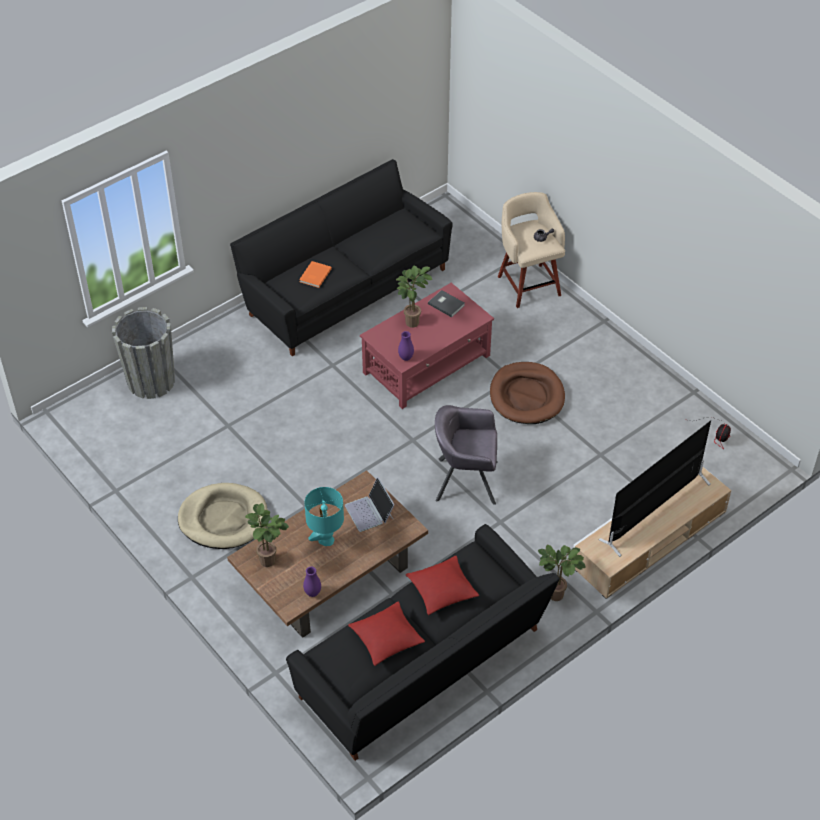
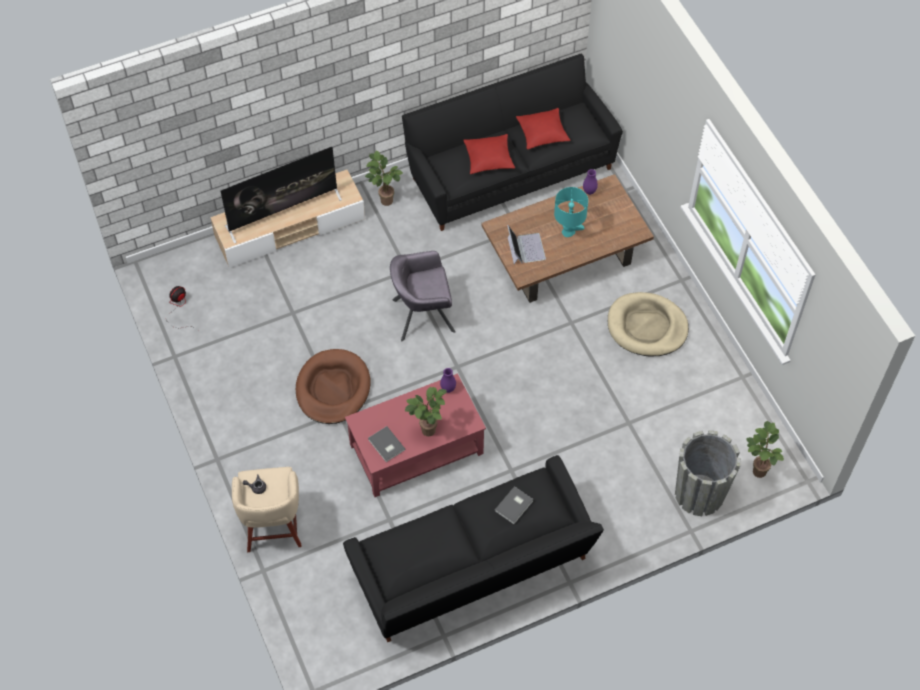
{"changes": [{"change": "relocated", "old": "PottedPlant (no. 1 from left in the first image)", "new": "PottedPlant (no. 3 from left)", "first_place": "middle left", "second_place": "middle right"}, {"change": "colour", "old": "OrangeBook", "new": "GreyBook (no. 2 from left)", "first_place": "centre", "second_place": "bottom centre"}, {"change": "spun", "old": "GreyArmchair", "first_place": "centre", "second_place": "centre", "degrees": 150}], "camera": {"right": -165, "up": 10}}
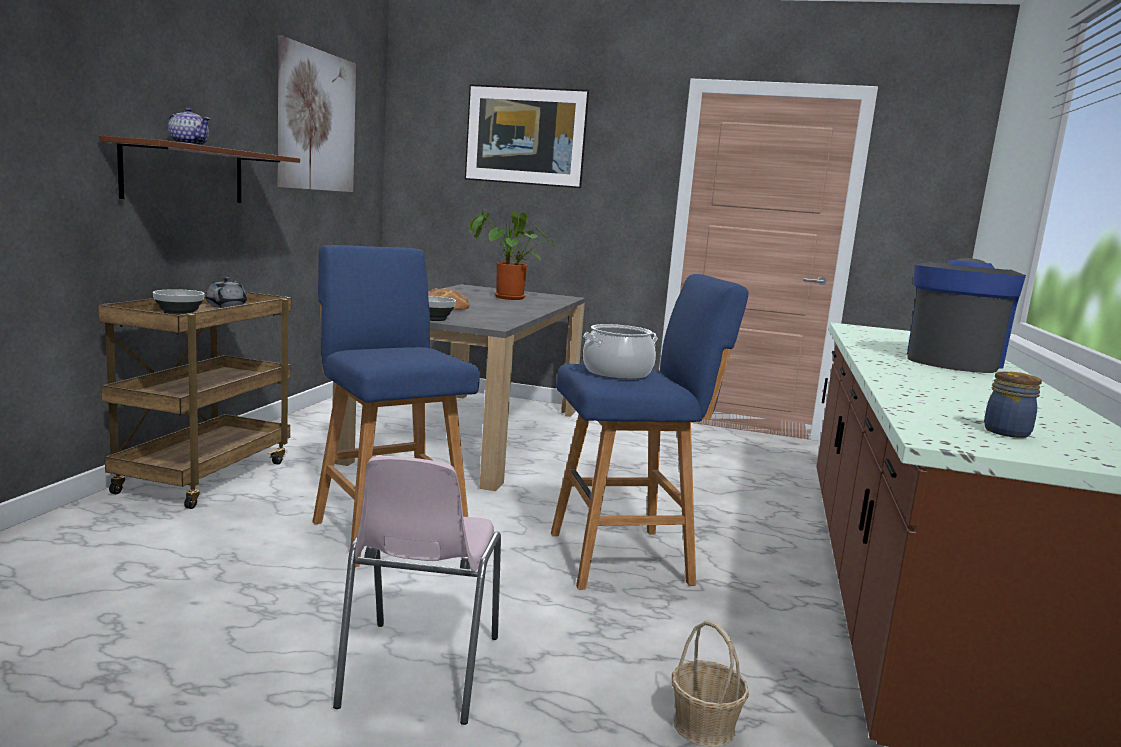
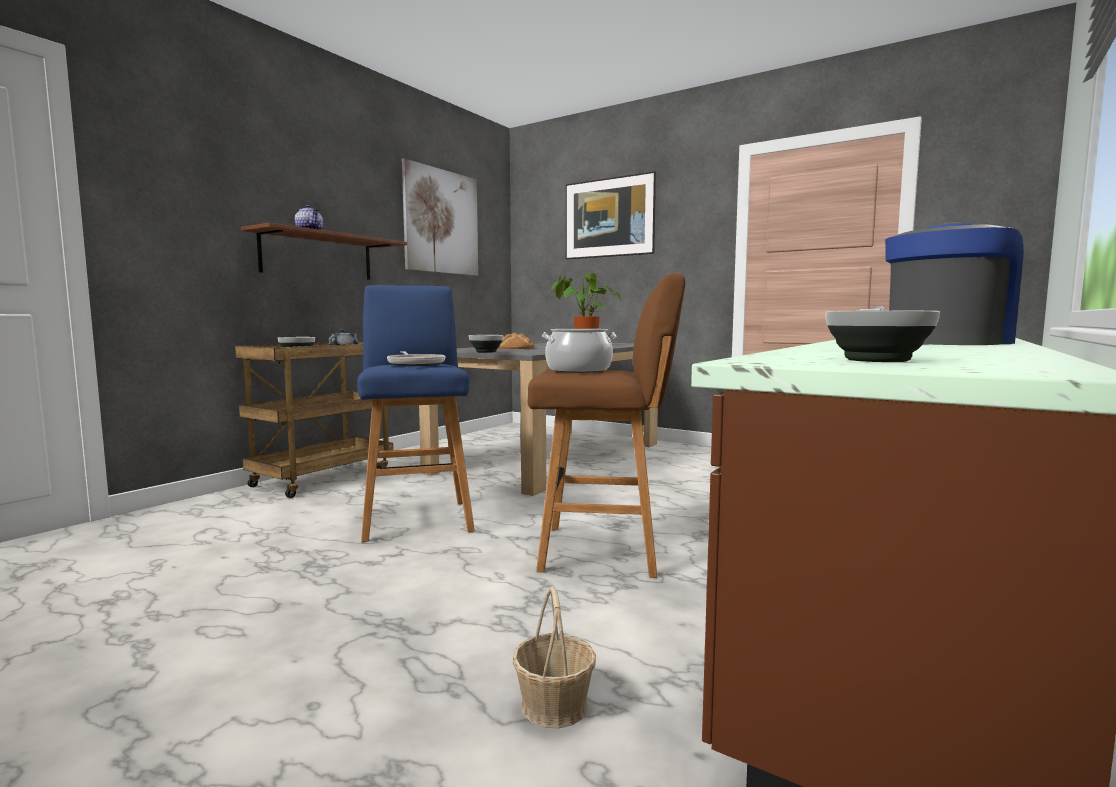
{"changes": [{"change": "missing", "old": "PinkChair", "first_place": "bottom centre"}, {"change": "appeared", "new": "FryingPan", "second_place": "centre"}, {"change": "exchanged", "old": "Jar", "new": "Bowl (no. 3 from left)", "first_place": "middle right", "second_place": "middle right"}, {"change": "colour", "old": "BlueStool (no. 2 from left)", "new": "BrownStool", "first_place": "centre", "second_place": "centre"}], "camera": {"right": 20, "up": -5}}
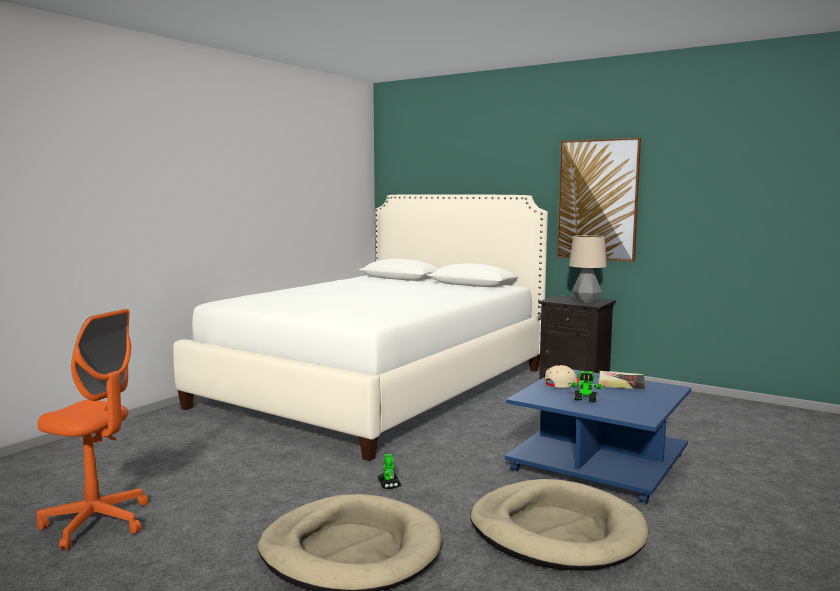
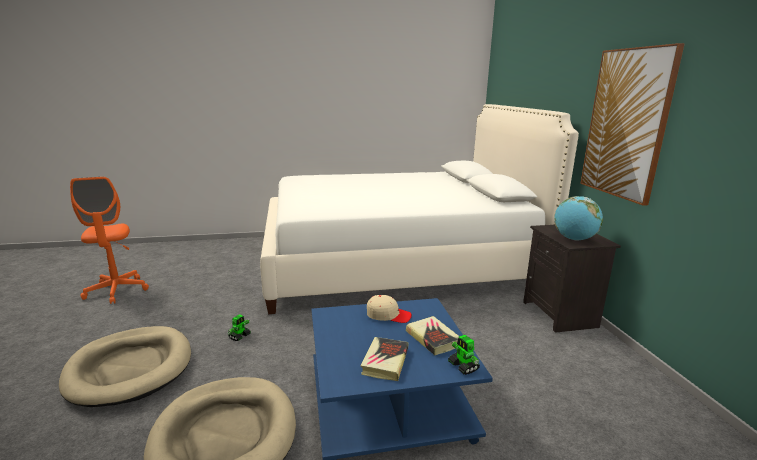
{"changes": [{"change": "appeared", "new": "Book (no. 1 from left)", "second_place": "bottom centre"}, {"change": "relocated", "old": "ToyRobot (no. 2 from left)", "first_place": "middle right", "second_place": "bottom centre"}, {"change": "exchanged", "old": "TableLamp", "new": "Globe", "first_place": "middle right", "second_place": "middle right"}], "camera": {"right": 45, "up": 10}}
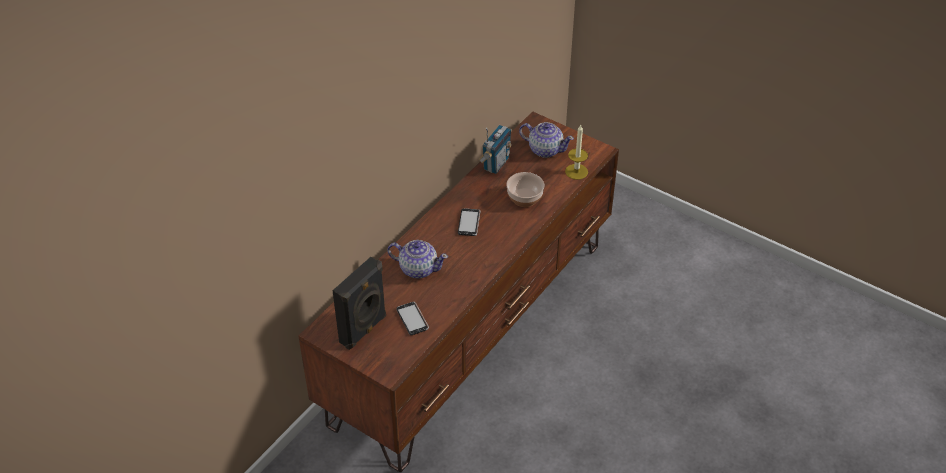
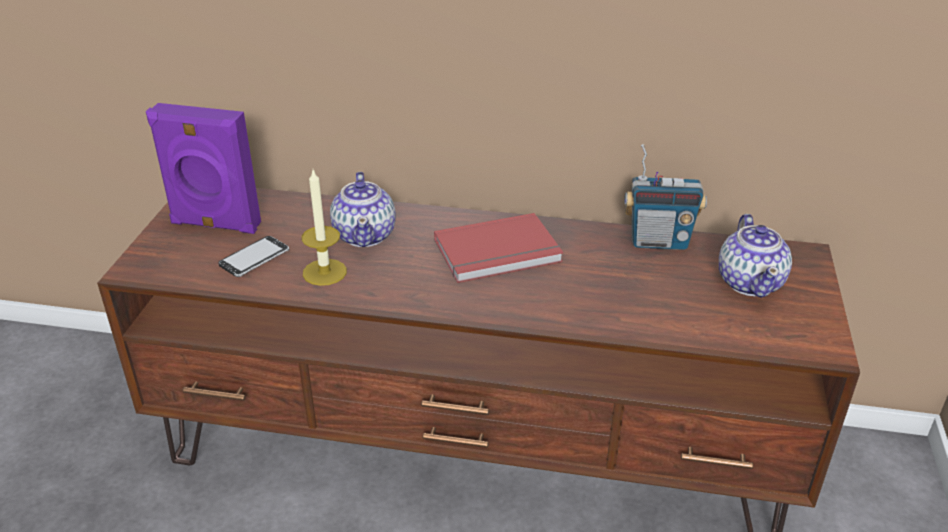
{"changes": [{"change": "missing", "old": "Bowl", "first_place": "centre"}, {"change": "relocated", "old": "Candle", "first_place": "top centre", "second_place": "centre"}, {"change": "exchanged", "old": "Phone (no. 2 from left)", "new": "RedBook", "first_place": "centre", "second_place": "centre"}, {"change": "colour", "old": "BlackSpeaker", "new": "PurpleSpeaker", "first_place": "centre", "second_place": "top left"}], "camera": {"right": 65, "up": -10}}
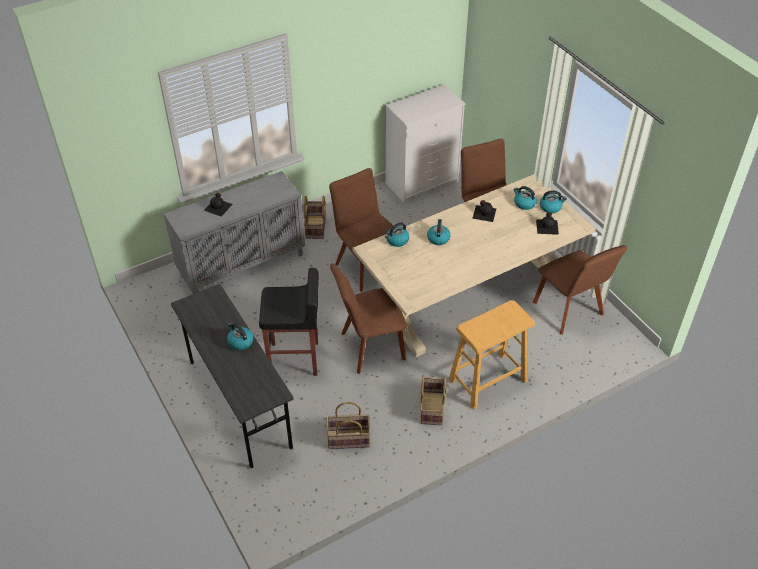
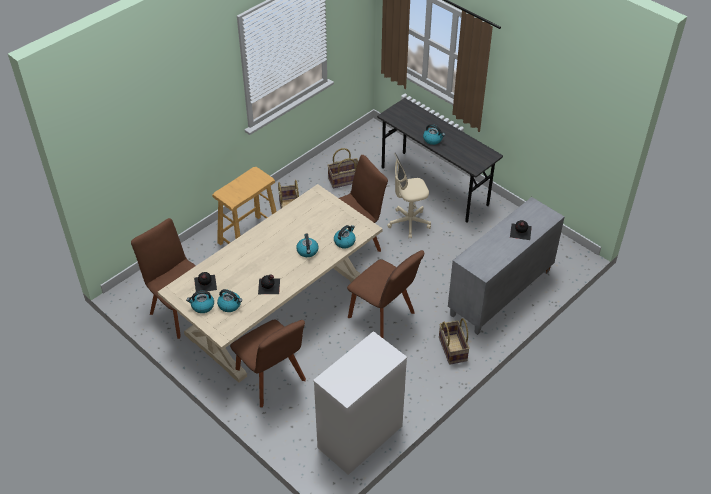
{"changes": [{"change": "exchanged", "old": "BlackStool", "new": "BeigeOfficeChair", "first_place": "centre", "second_place": "centre"}], "camera": {"right": 165, "up": 0}}
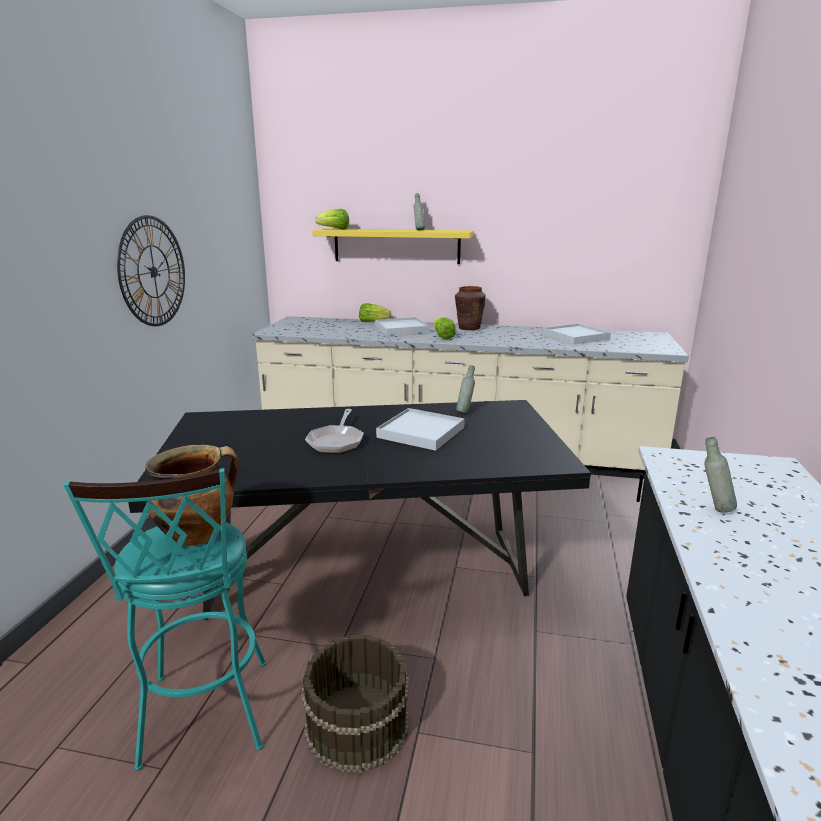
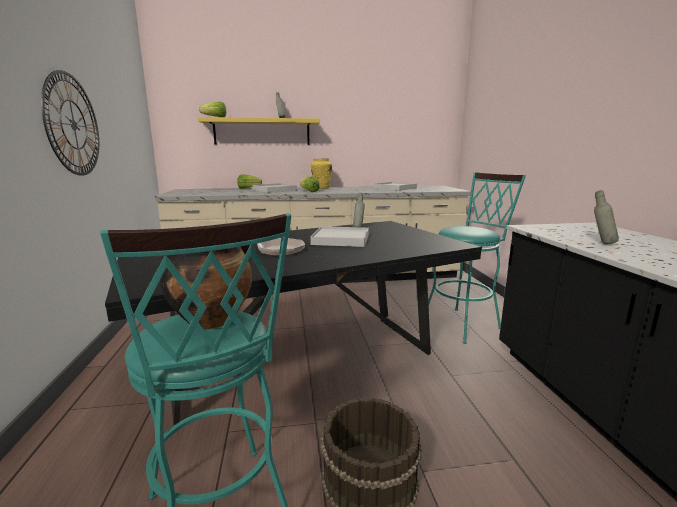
{"changes": [{"change": "appeared", "new": "TurquoiseStool (no. 2 from left)", "second_place": "middle right"}, {"change": "colour", "old": "BrownVase", "new": "YellowVase", "first_place": "centre", "second_place": "centre"}], "camera": {"right": -20, "up": -5}}
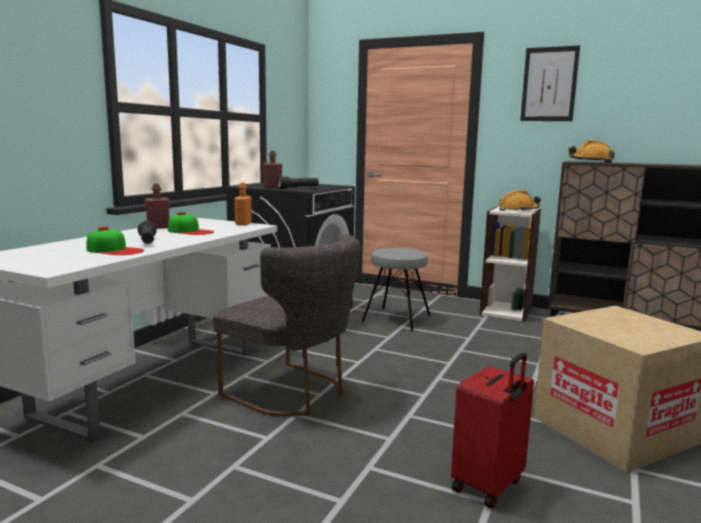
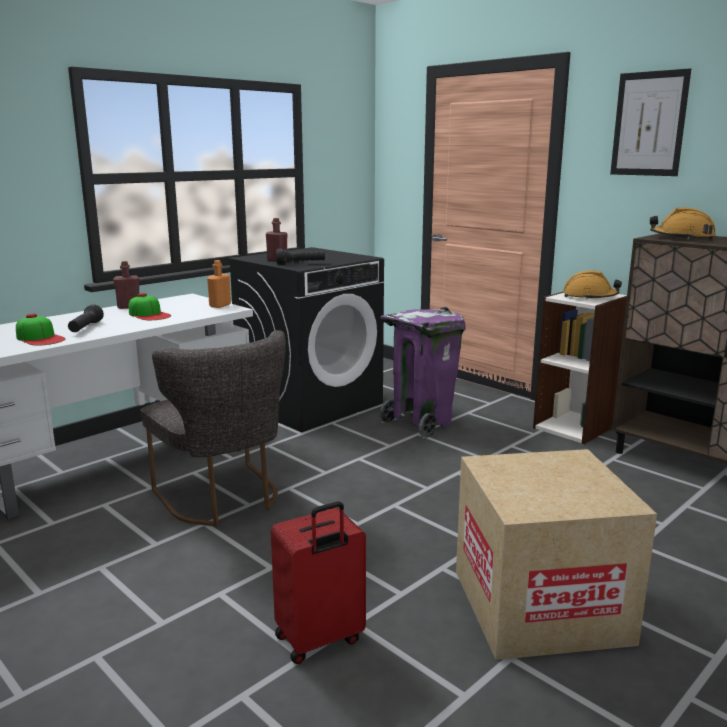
{"changes": [{"change": "exchanged", "old": "GreyStool", "new": "PurpleTrashCan", "first_place": "centre", "second_place": "centre"}], "camera": {"right": 20, "up": 5}}
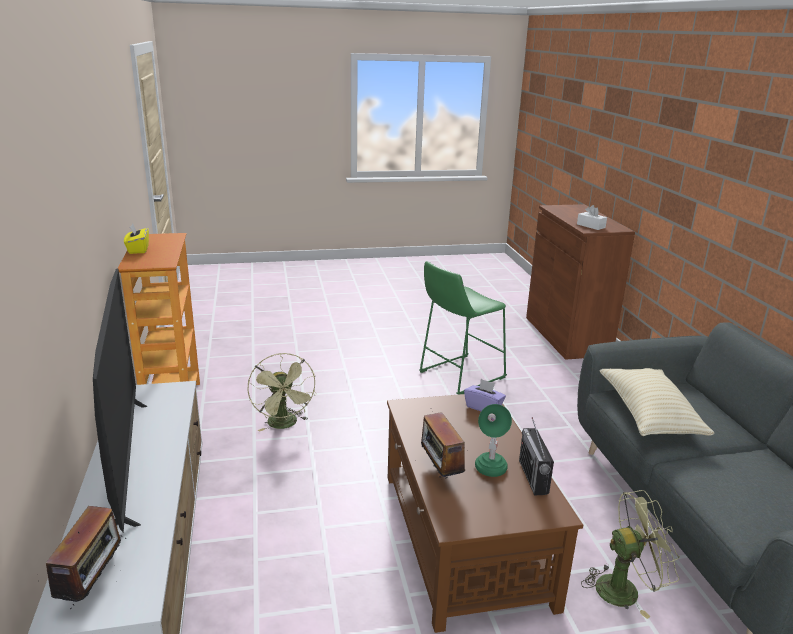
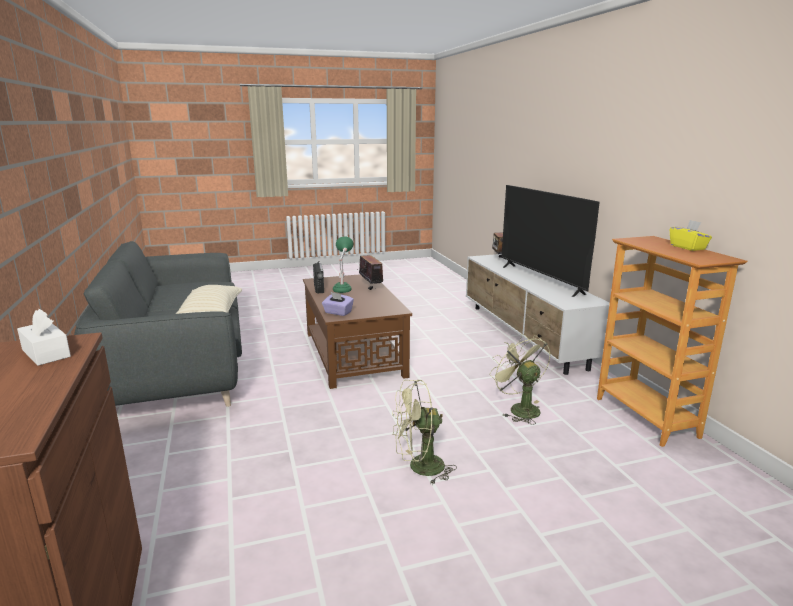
{"changes": [{"change": "missing", "old": "GreenStool", "first_place": "centre"}, {"change": "relocated", "old": "GreenFan (no. 2 from left in the first image)", "new": "GreenFan (no. 1 from left)", "first_place": "bottom right", "second_place": "bottom centre"}], "camera": {"right": 175, "up": -5}}
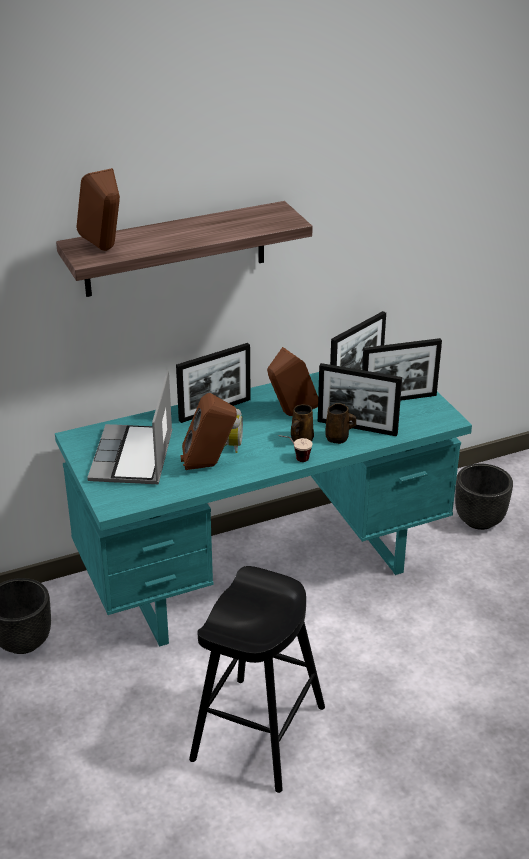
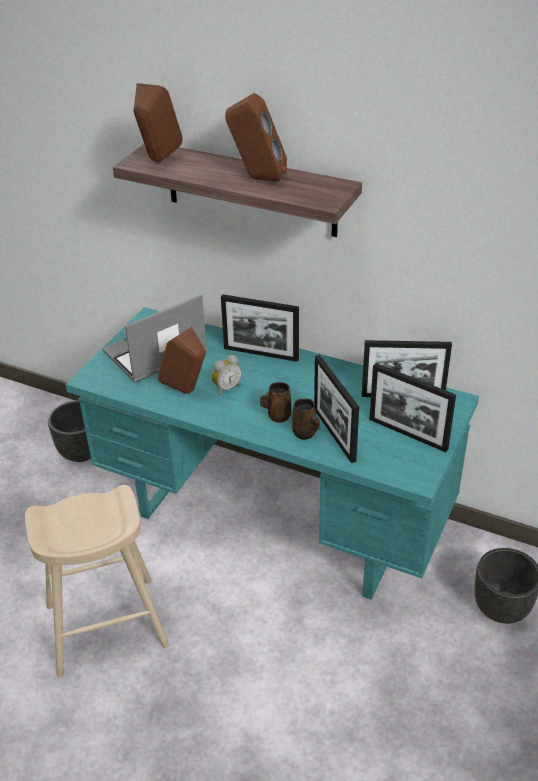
{"changes": [{"change": "missing", "old": "Cup", "first_place": "centre"}, {"change": "relocated", "old": "BrownSpeaker (no. 3 from left)", "first_place": "centre", "second_place": "top centre"}, {"change": "colour", "old": "BlackStool", "new": "BeigeStool", "first_place": "bottom centre", "second_place": "bottom left"}], "camera": {"right": 50, "up": 5}}
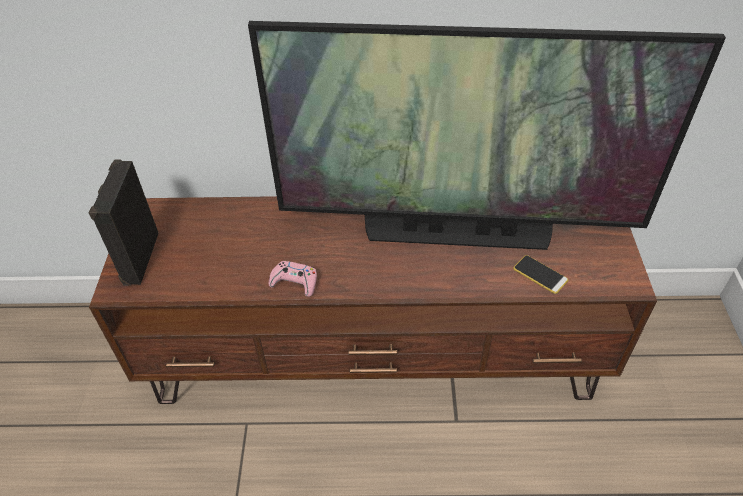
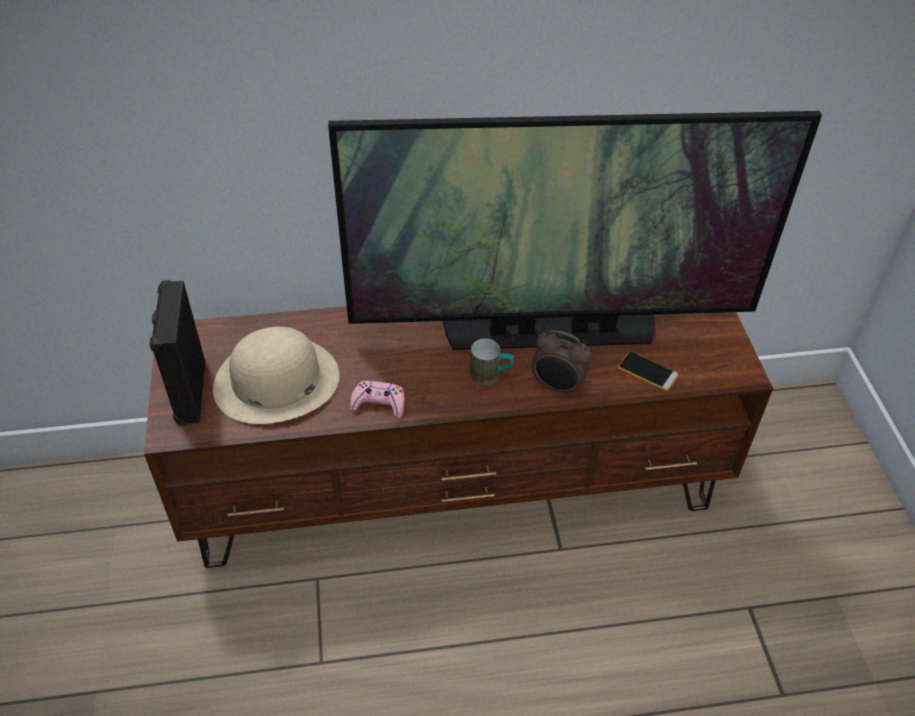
{"changes": [{"change": "appeared", "new": "BeigeHat", "second_place": "middle left"}, {"change": "appeared", "new": "Mug", "second_place": "centre"}, {"change": "appeared", "new": "AlarmClock", "second_place": "centre"}], "camera": {"right": -10, "up": 0}}
